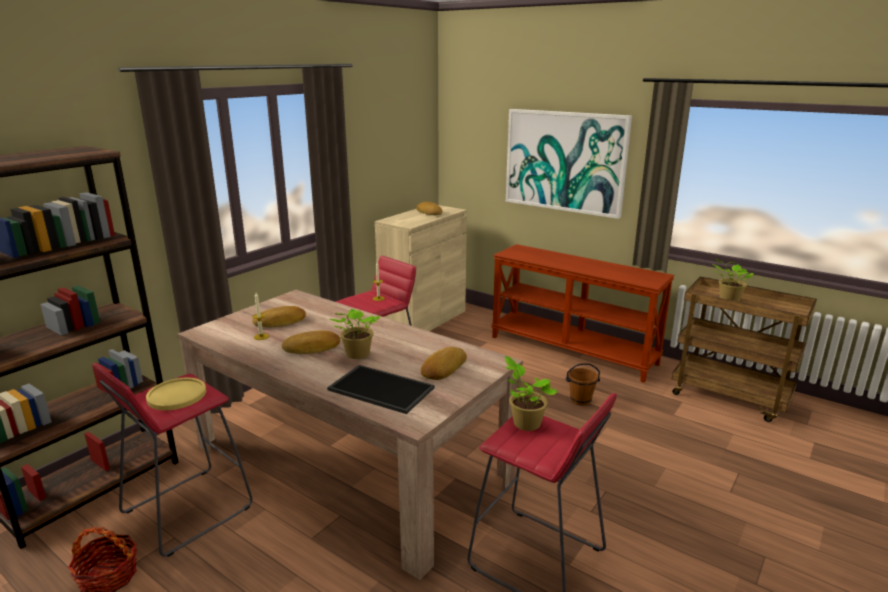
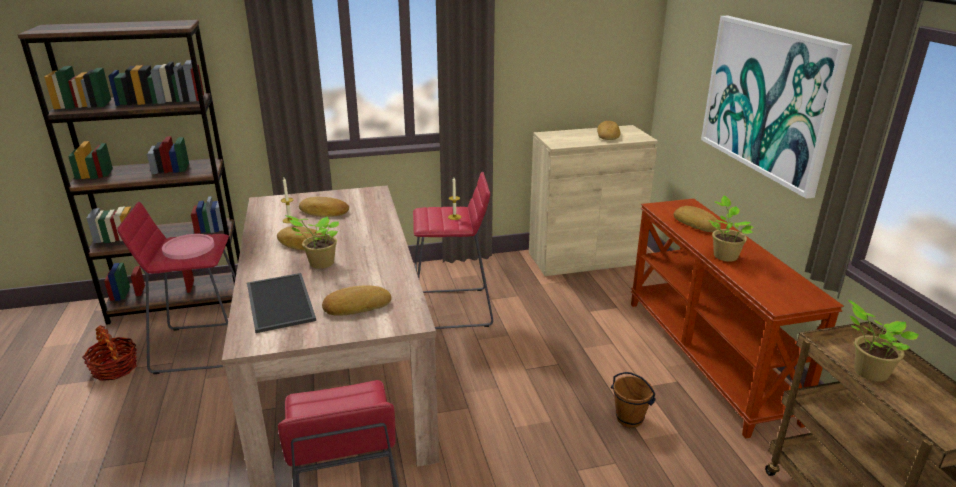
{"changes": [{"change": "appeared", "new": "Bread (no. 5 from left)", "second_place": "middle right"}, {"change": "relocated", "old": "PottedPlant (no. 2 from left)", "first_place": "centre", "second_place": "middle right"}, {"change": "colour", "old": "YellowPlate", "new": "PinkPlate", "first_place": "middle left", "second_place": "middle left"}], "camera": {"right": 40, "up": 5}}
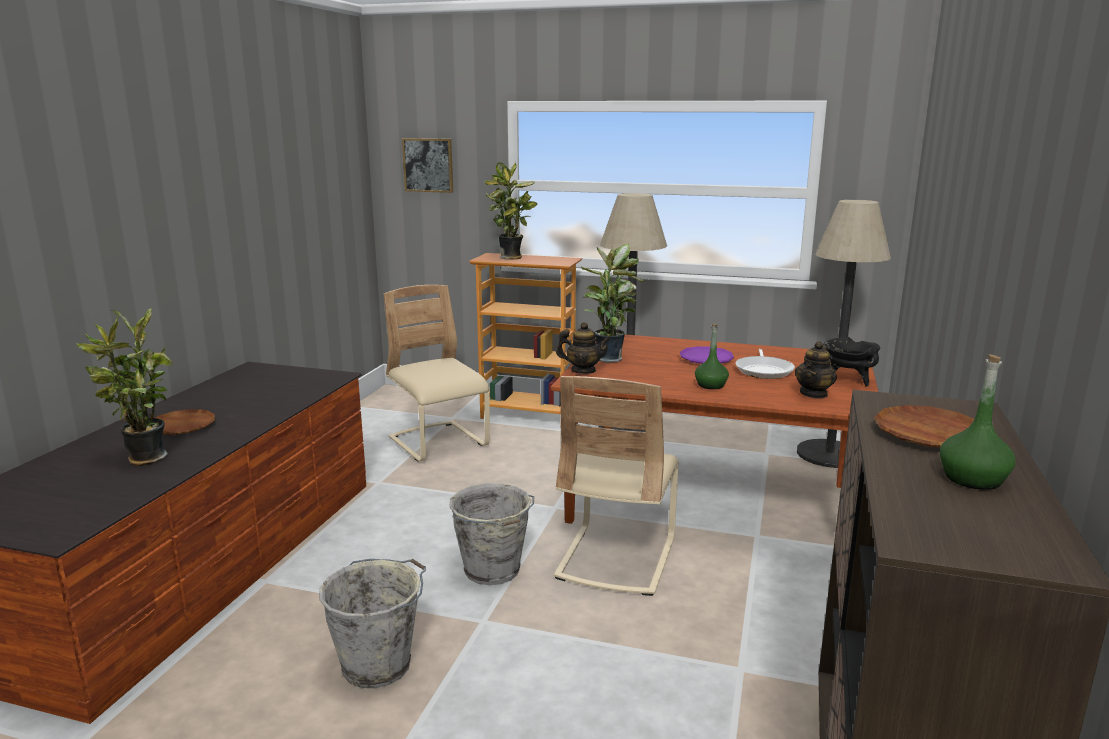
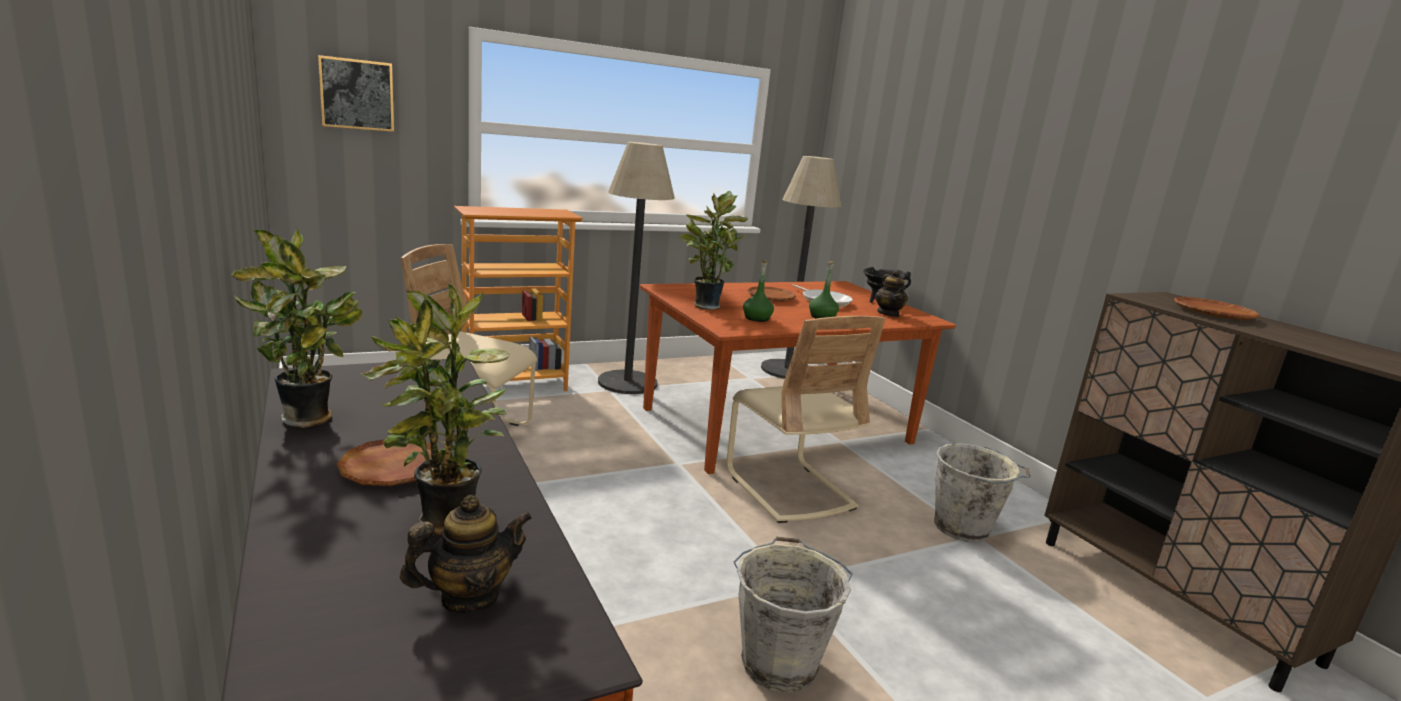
{"changes": [{"change": "relocated", "old": "GreyBucket (no. 2 from left)", "first_place": "bottom centre", "second_place": "bottom right"}, {"change": "relocated", "old": "PottedPlant (no. 2 from left in the first image)", "new": "PottedPlant (no. 1 from left)", "first_place": "top centre", "second_place": "middle left"}, {"change": "relocated", "old": "Teapot (no. 1 from left)", "first_place": "centre", "second_place": "bottom left"}, {"change": "relocated", "old": "GreenBottle (no. 2 from left in the first image)", "new": "GreenBottle (no. 1 from left)", "first_place": "middle right", "second_place": "centre"}, {"change": "colour", "old": "PurplePlate", "new": "BrownPlate (no. 2 from left)", "first_place": "centre", "second_place": "centre"}], "camera": {"right": -45, "up": 0}}
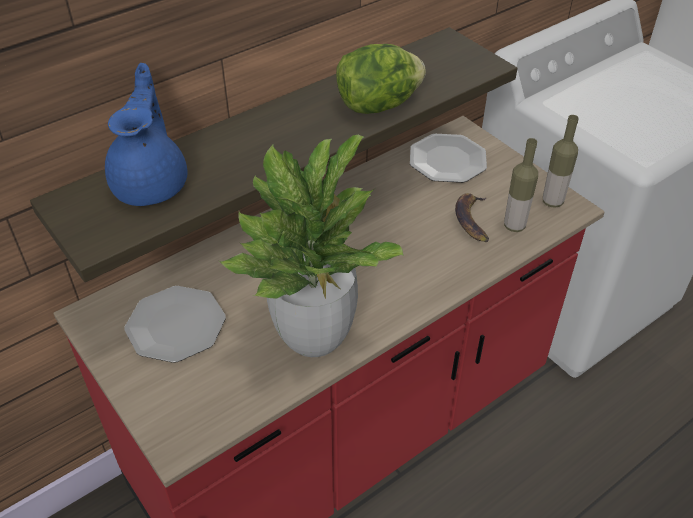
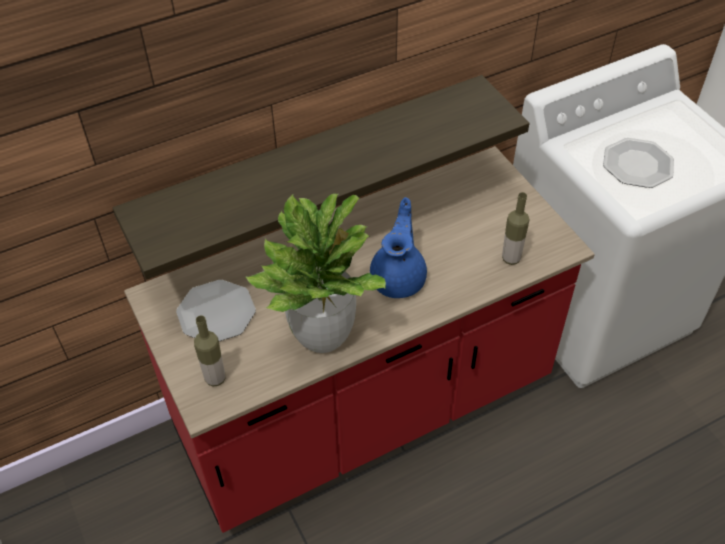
{"changes": [{"change": "missing", "old": "Lettuce", "first_place": "top centre"}, {"change": "missing", "old": "Banana", "first_place": "middle right"}, {"change": "relocated", "old": "BlueTeapot", "first_place": "top left", "second_place": "centre"}, {"change": "relocated", "old": "Plate (no. 2 from left)", "first_place": "top centre", "second_place": "top right"}, {"change": "relocated", "old": "Bottle (no. 2 from left in the first image)", "new": "Bottle (no. 1 from left)", "first_place": "top right", "second_place": "middle left"}], "camera": {"right": 10, "up": 5}}
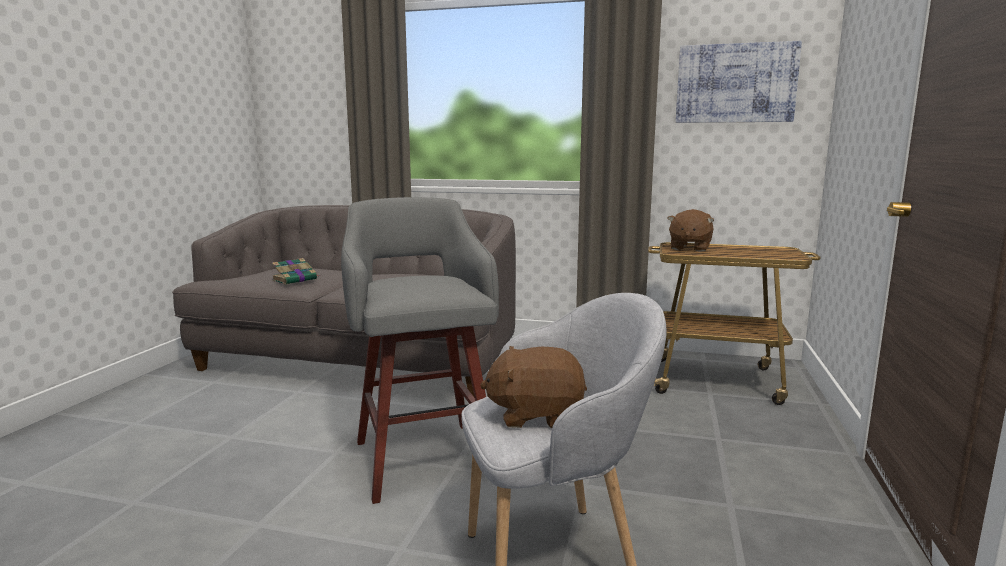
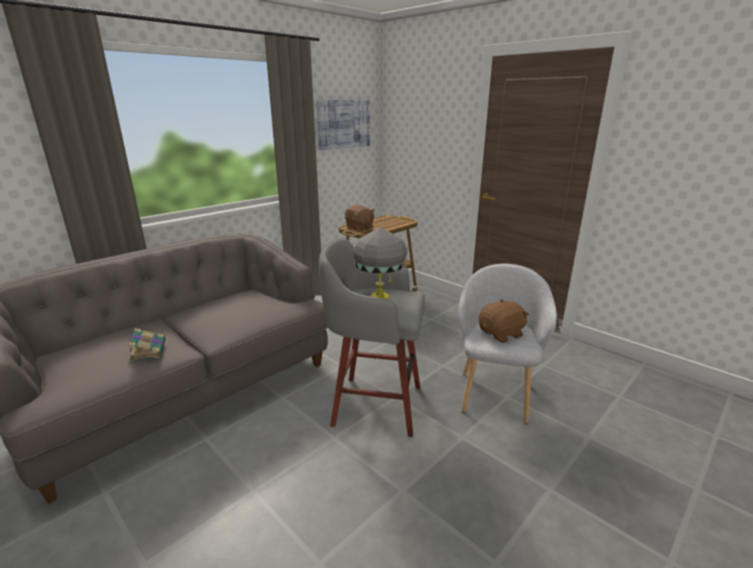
{"changes": [{"change": "appeared", "new": "GreyTableLamp", "second_place": "centre"}, {"change": "spun", "old": "BrownPlushToy (no. 1 from left in the first image)", "first_place": "bottom centre", "second_place": "middle right", "degrees": -150}], "camera": {"right": -60, "up": 10}}
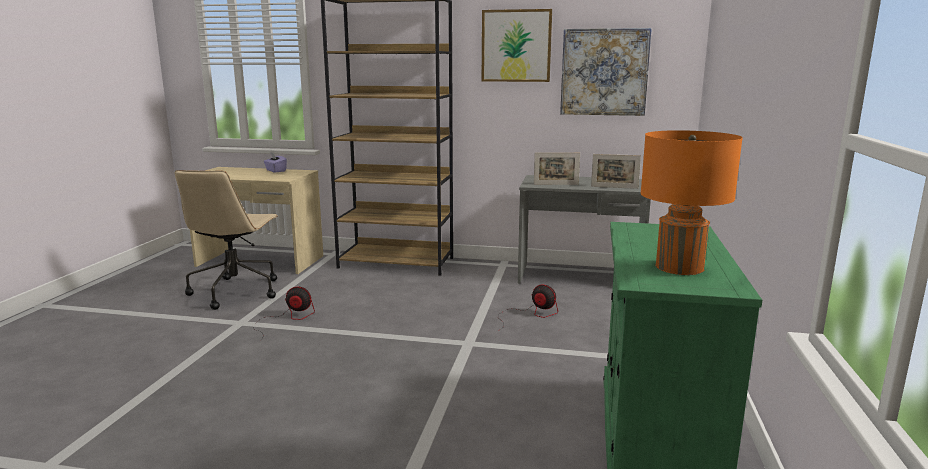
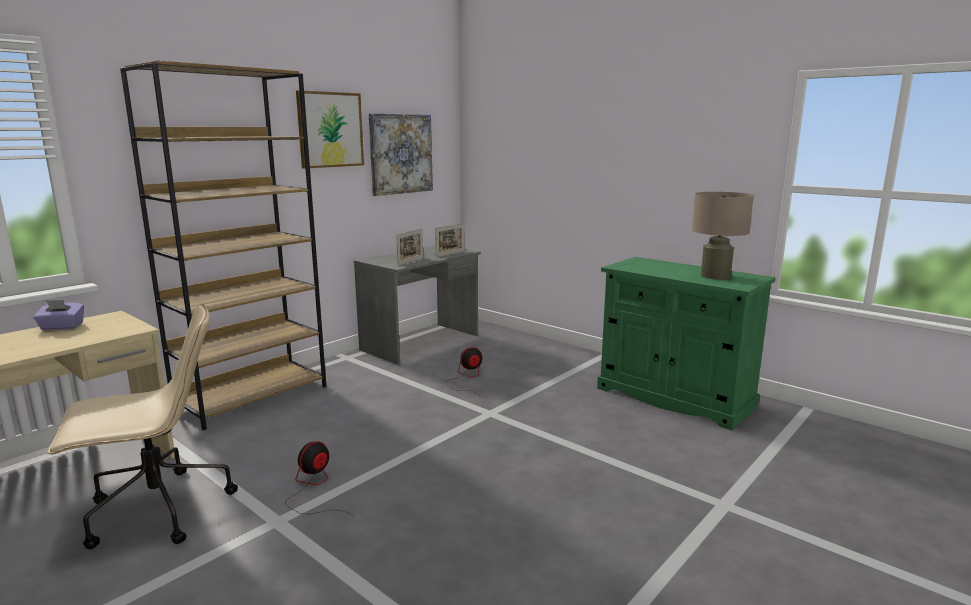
{"changes": [{"change": "colour", "old": "OrangeTableLamp", "new": "BeigeTableLamp", "first_place": "middle right", "second_place": "middle right"}, {"change": "spun", "old": "BeigeOfficeChair", "first_place": "middle left", "second_place": "bottom left", "degrees": -60}], "camera": {"right": -60, "up": 0}}
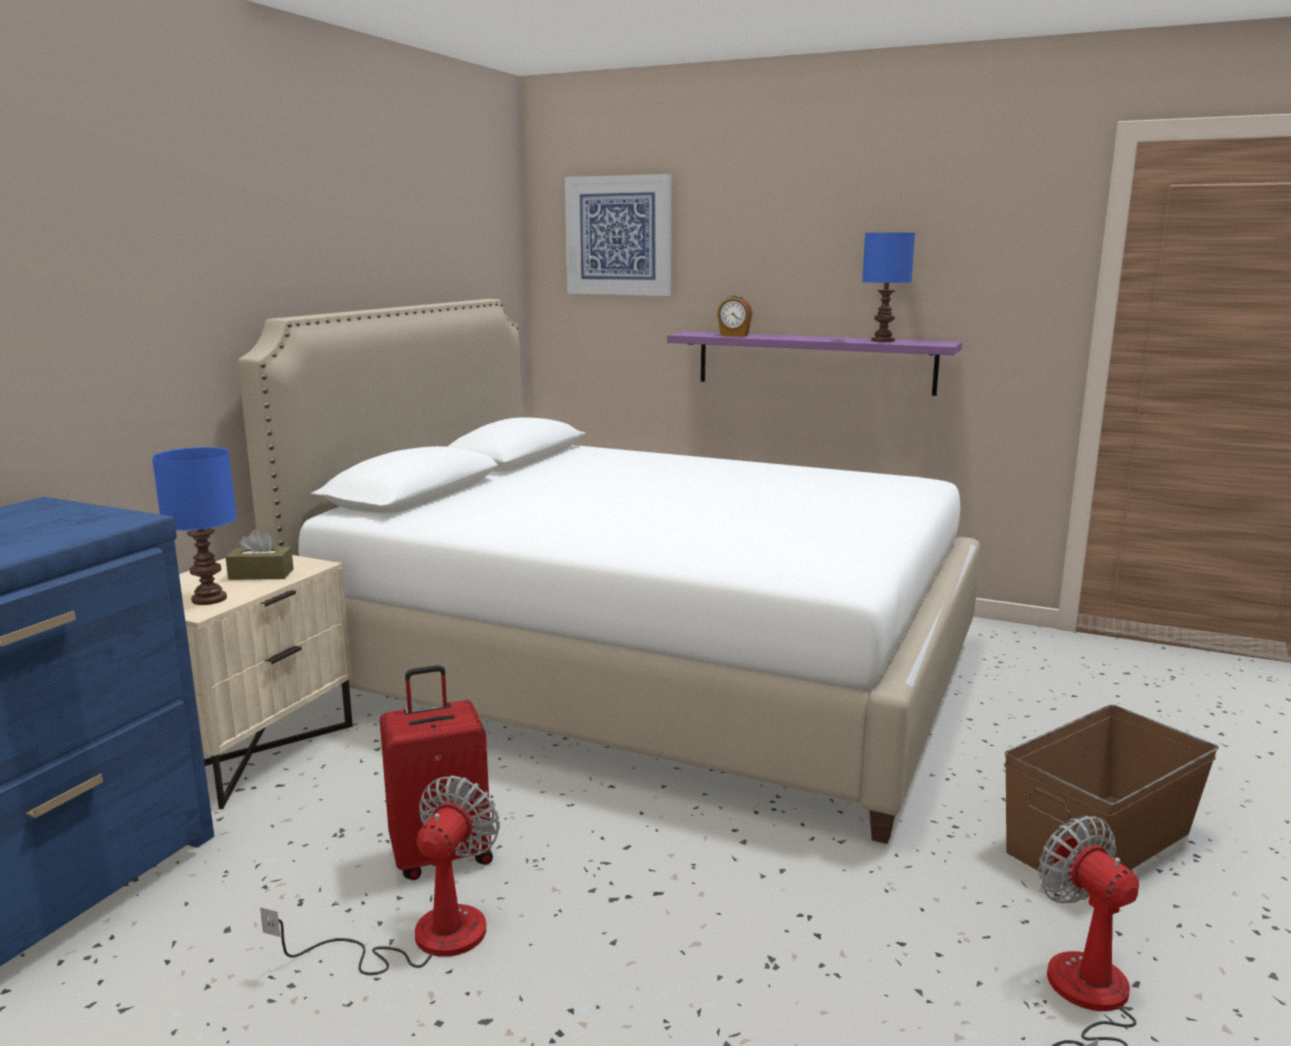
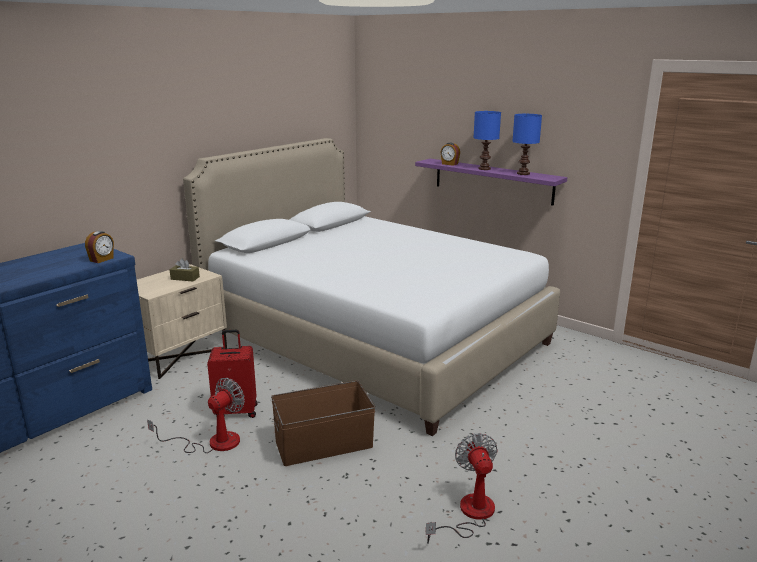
{"changes": [{"change": "missing", "old": "Picture", "first_place": "top centre"}, {"change": "appeared", "new": "AlarmClock (no. 1 from left)", "second_place": "middle left"}, {"change": "relocated", "old": "BlueTableLamp (no. 1 from left)", "first_place": "middle left", "second_place": "top centre"}, {"change": "relocated", "old": "BrownStorageBox", "first_place": "bottom right", "second_place": "bottom centre"}], "camera": {"right": 15, "up": 5}}
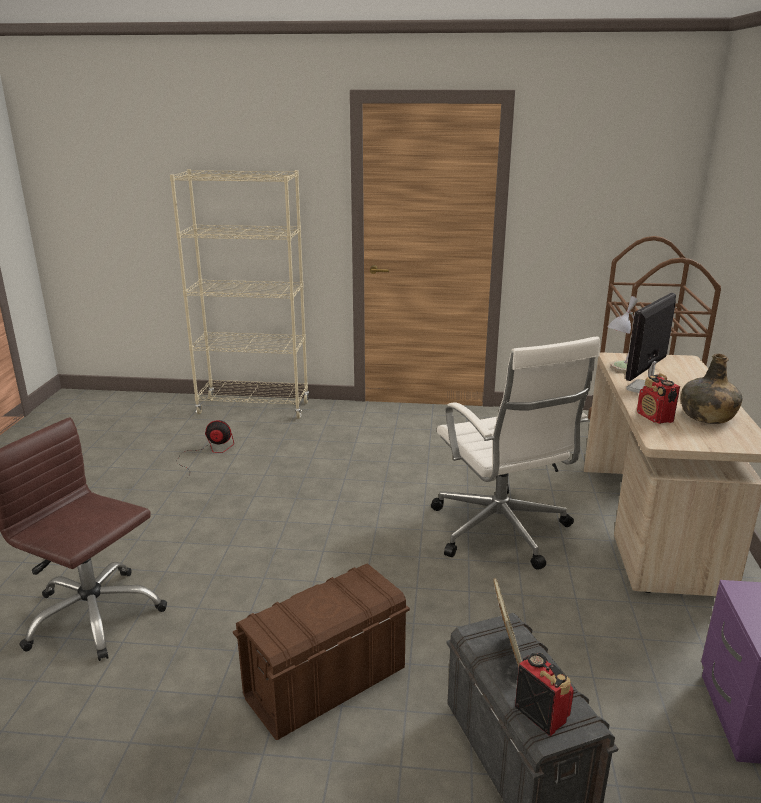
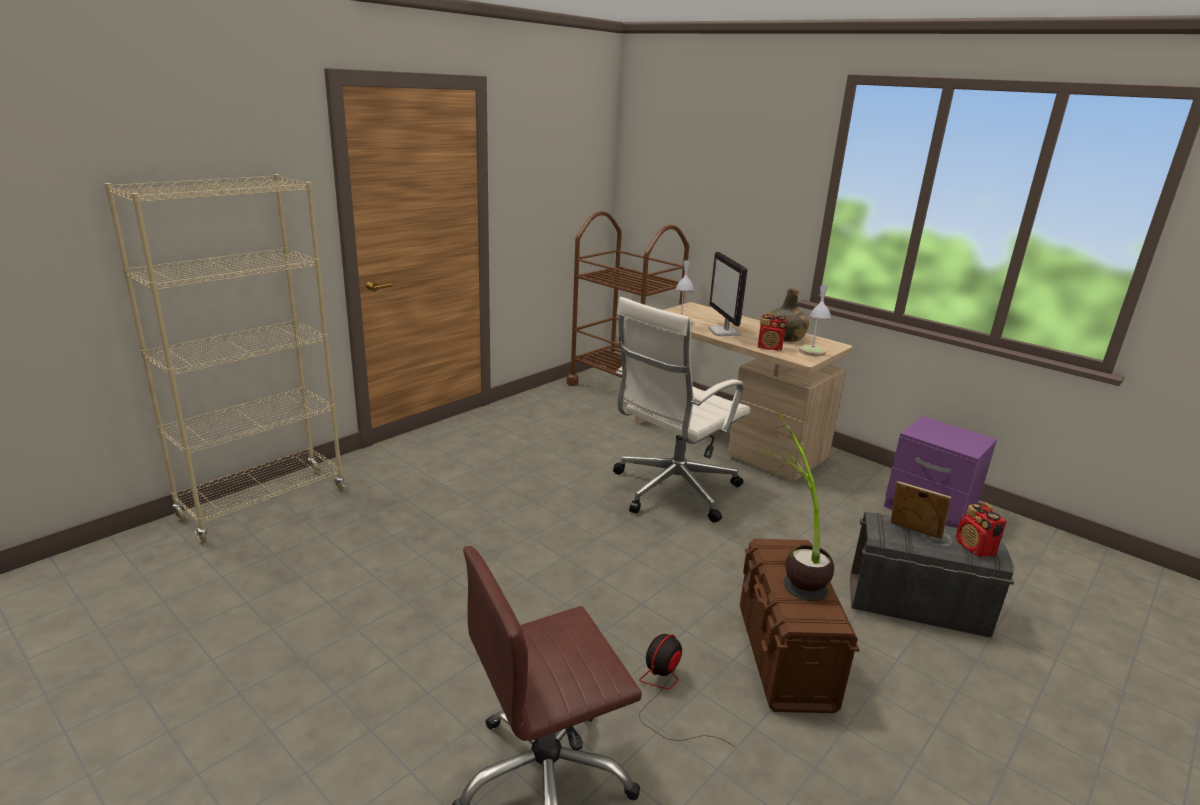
{"changes": [{"change": "appeared", "new": "PottedPlant", "second_place": "centre"}, {"change": "appeared", "new": "TableLamp (no. 2 from left)", "second_place": "middle right"}, {"change": "relocated", "old": "Fan", "first_place": "middle left", "second_place": "bottom centre"}, {"change": "spun", "old": "WhiteOfficeChair", "first_place": "middle right", "second_place": "centre", "degrees": 120}, {"change": "spun", "old": "Radio (no. 1 from left in the first image)", "first_place": "bottom right", "second_place": "middle right", "degrees": -105}], "camera": {"right": -55, "up": 0}}
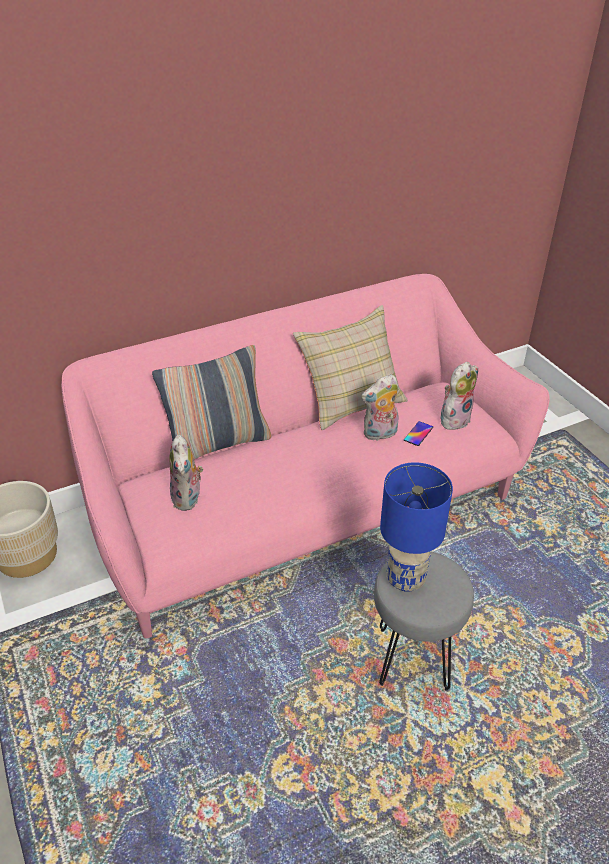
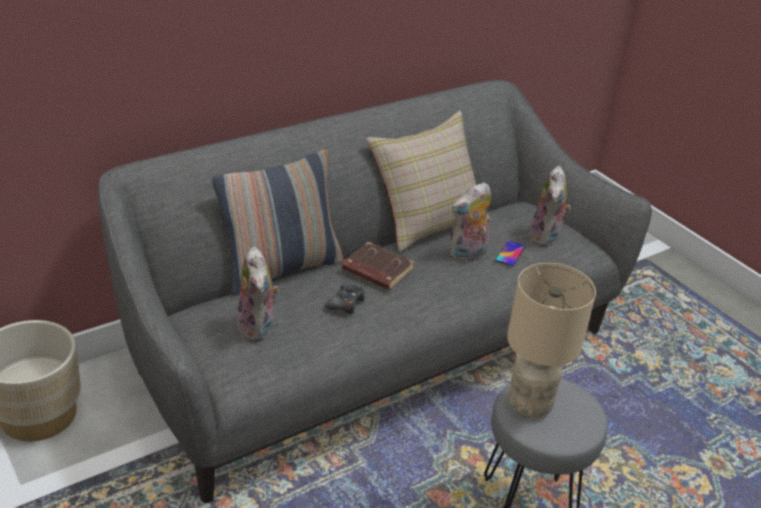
{"changes": [{"change": "appeared", "new": "BlackGameController", "second_place": "centre"}, {"change": "appeared", "new": "BrownBook", "second_place": "centre"}, {"change": "colour", "old": "PinkSofa", "new": "GreySofa", "first_place": "centre", "second_place": "centre"}, {"change": "colour", "old": "BlueTableLamp", "new": "BeigeTableLamp", "first_place": "middle right", "second_place": "bottom right"}, {"change": "spun", "old": "PlushToy (no. 3 from left)", "first_place": "middle right", "second_place": "middle right", "degrees": 150}], "camera": {"right": -10, "up": -5}}
